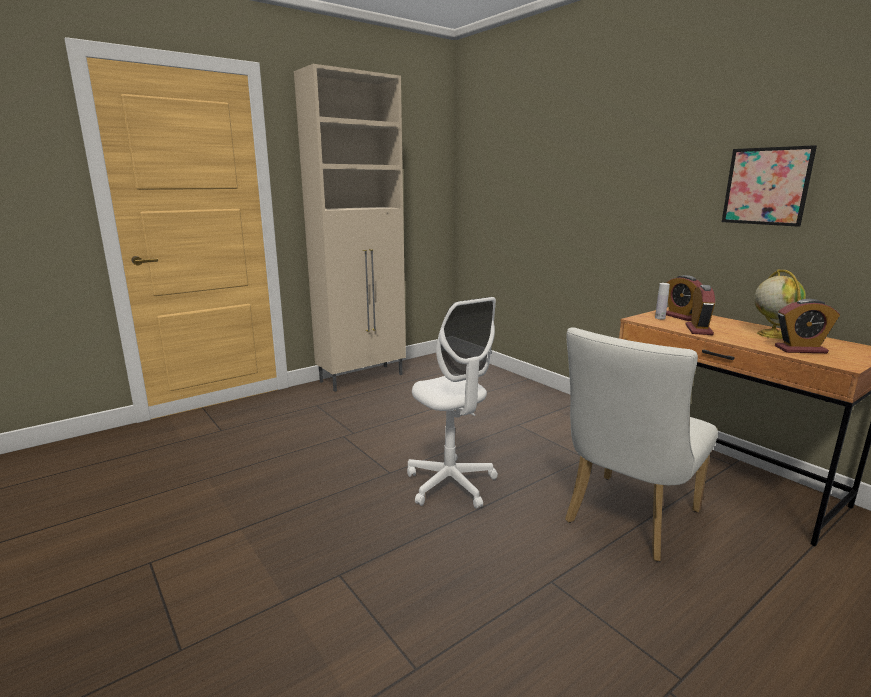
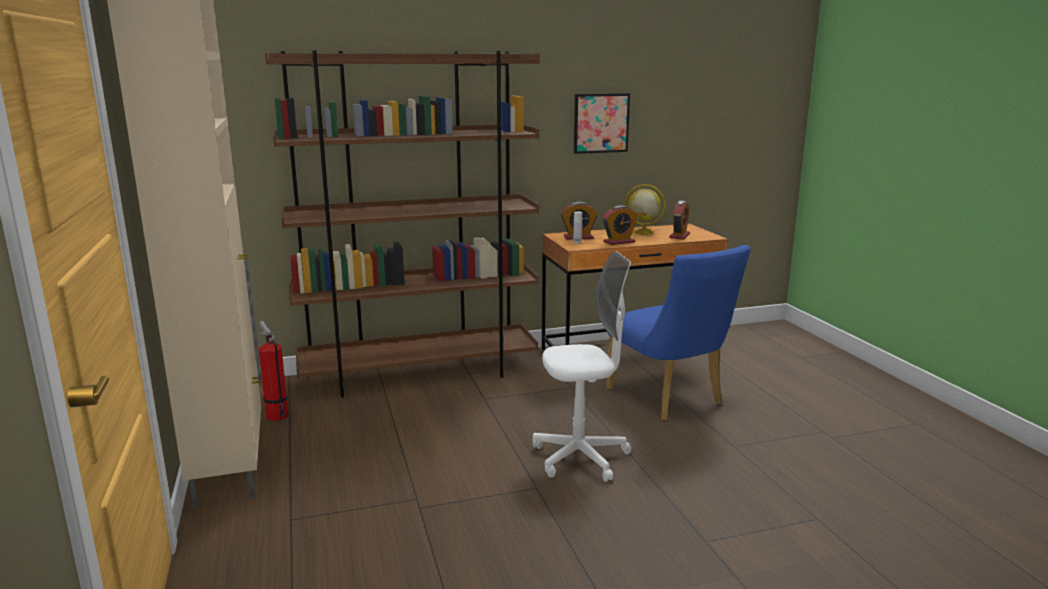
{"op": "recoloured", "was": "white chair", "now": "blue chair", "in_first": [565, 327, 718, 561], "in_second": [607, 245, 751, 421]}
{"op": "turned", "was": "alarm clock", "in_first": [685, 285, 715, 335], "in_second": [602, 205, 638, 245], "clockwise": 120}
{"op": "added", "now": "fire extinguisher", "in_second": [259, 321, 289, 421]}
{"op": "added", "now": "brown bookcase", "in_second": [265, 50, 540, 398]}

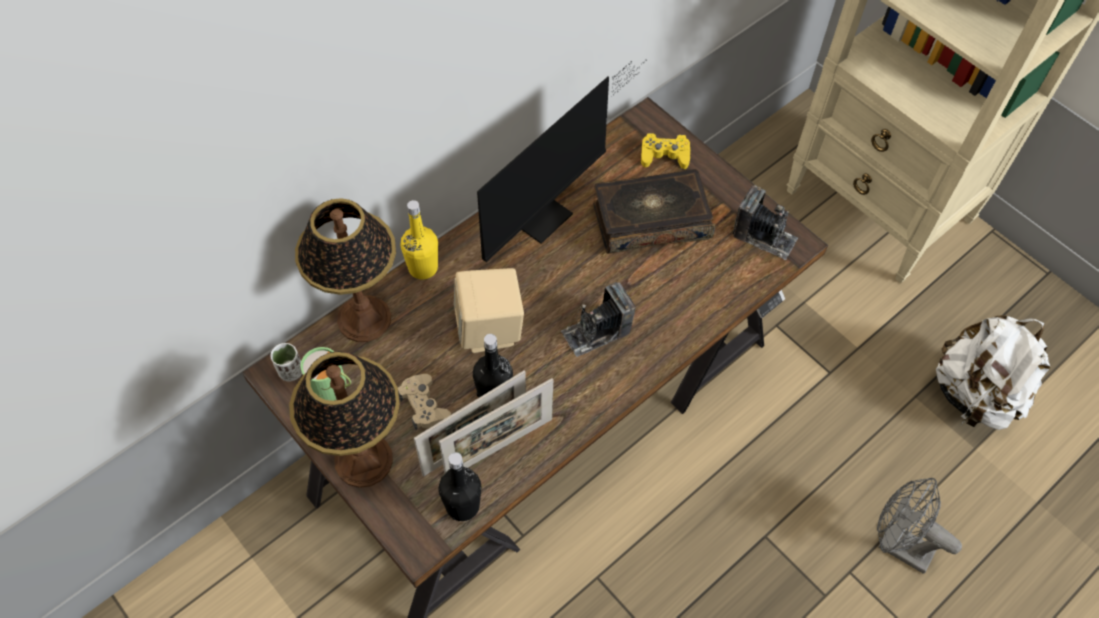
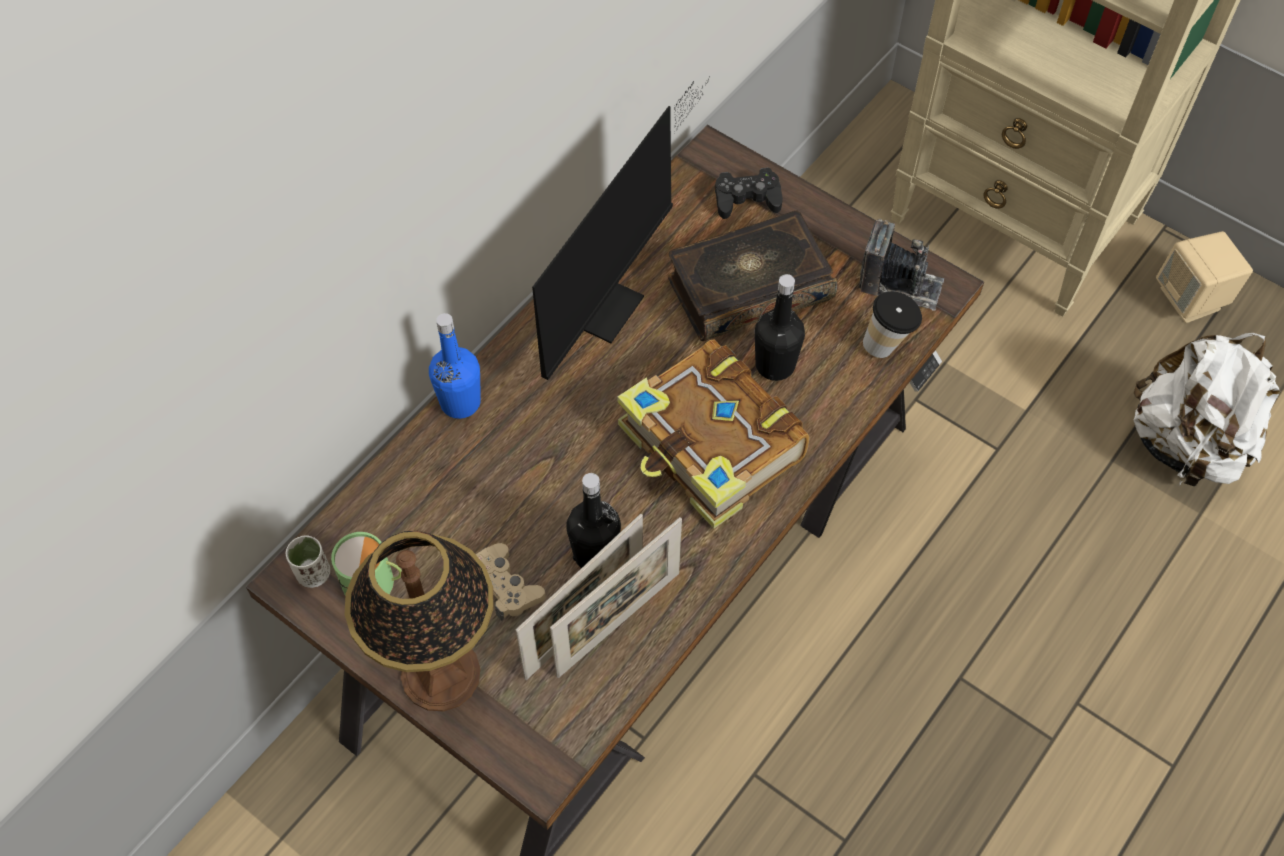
{"op": "removed", "was": "table lamp", "in_first": [295, 198, 396, 342]}
{"op": "recoloured", "was": "yellow bottle", "now": "blue bottle", "in_first": [401, 200, 438, 280], "in_second": [429, 313, 481, 419]}
{"op": "moved", "was": "black bottle", "in_first": [439, 452, 481, 521], "in_second": [755, 274, 805, 381]}
{"op": "moved", "was": "beige speaker", "in_first": [454, 268, 524, 353], "in_second": [1156, 231, 1253, 323]}
{"op": "replaced", "was": "photo camera", "now": "book", "in_first": [560, 282, 635, 357], "in_second": [617, 339, 809, 529]}
{"op": "recoloured", "was": "yellow game controller", "now": "black game controller", "in_first": [641, 133, 690, 169], "in_second": [715, 167, 783, 219]}
{"op": "removed", "was": "grey fan", "in_first": [877, 478, 962, 574]}
{"op": "added", "now": "cup", "in_second": [863, 291, 922, 358]}

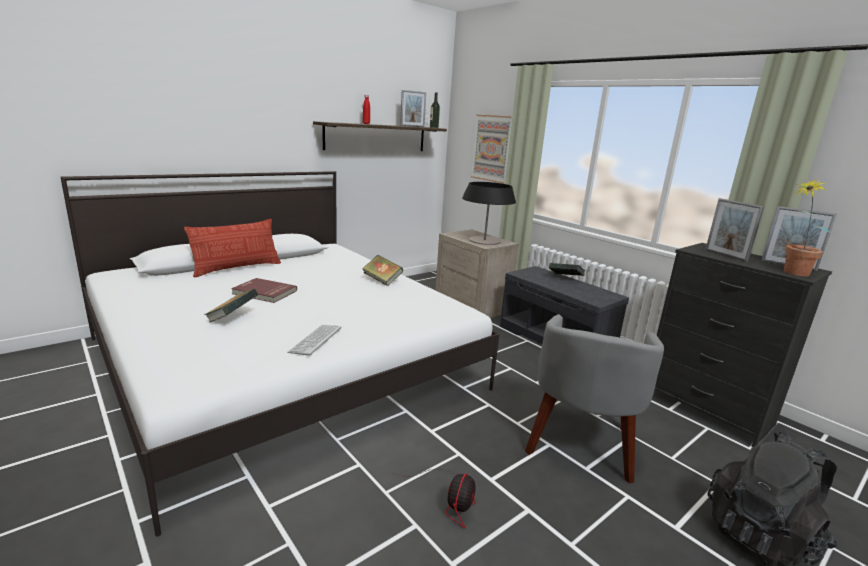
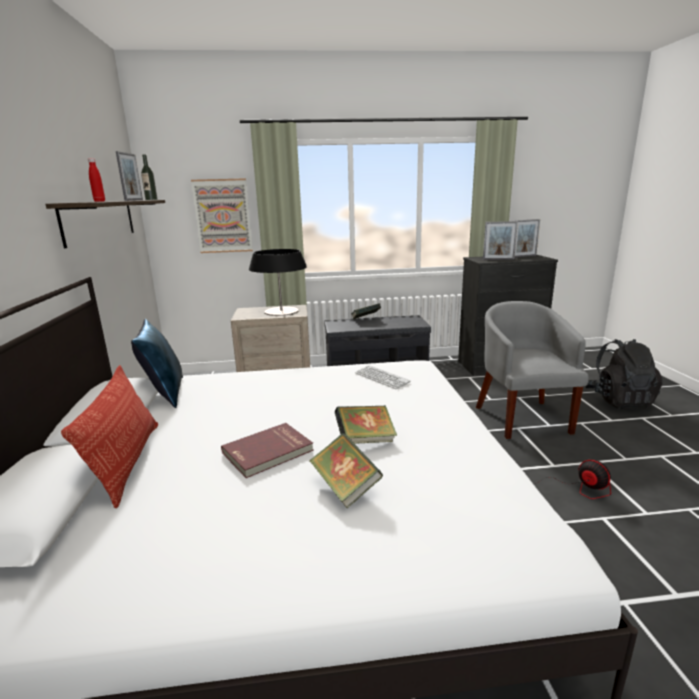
{"op": "moved", "was": "keyboard", "in_first": [287, 325, 341, 356], "in_second": [355, 365, 411, 389]}
{"op": "moved", "was": "book", "in_first": [362, 255, 403, 286], "in_second": [335, 405, 397, 444]}
{"op": "turned", "was": "grey armchair", "in_first": [525, 314, 664, 484], "in_second": [476, 301, 589, 439], "clockwise": -150}
{"op": "removed", "was": "potted plant", "in_first": [783, 179, 831, 276]}
{"op": "added", "now": "blue pillow", "in_second": [131, 319, 183, 408]}

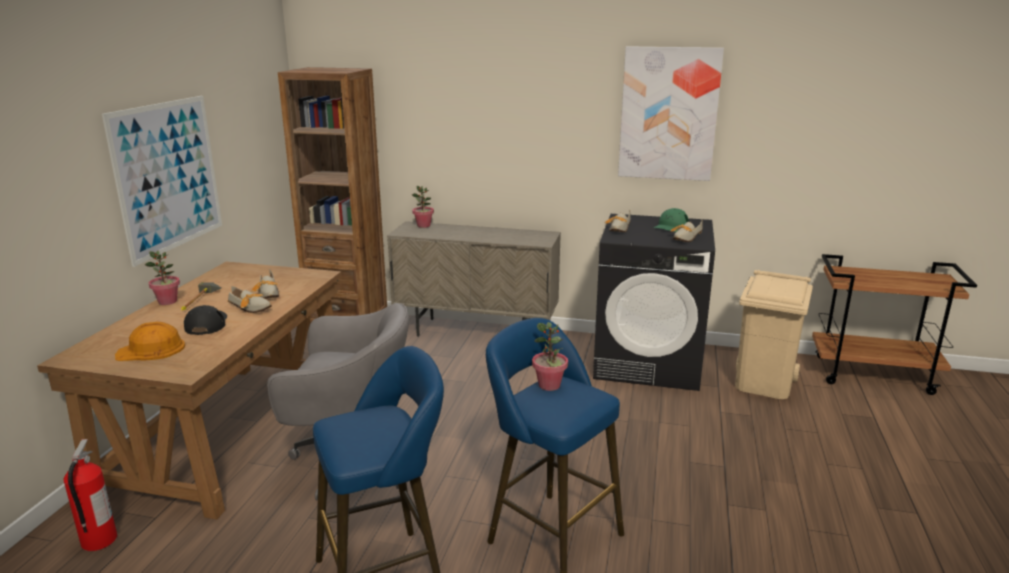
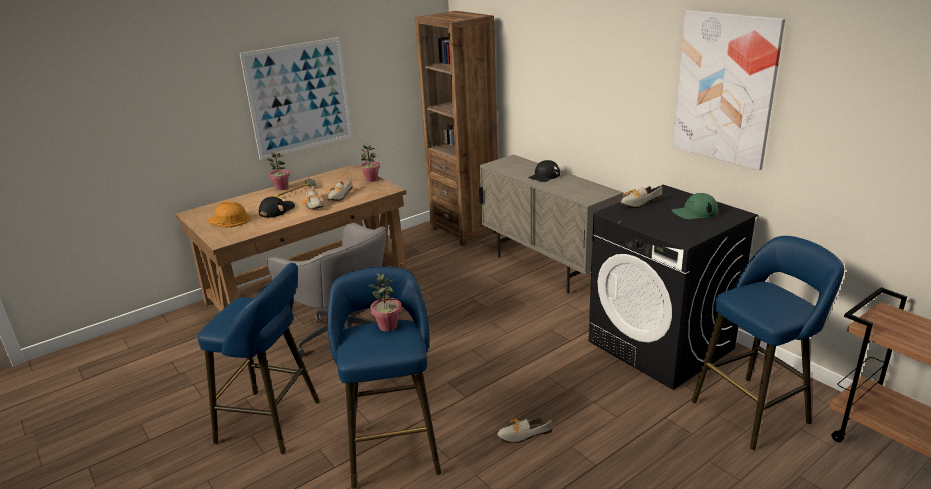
{"op": "removed", "was": "fire extinguisher", "in_first": [63, 439, 117, 551]}
{"op": "moved", "was": "potted plant", "in_first": [412, 186, 434, 228], "in_second": [360, 143, 380, 182]}
{"op": "moved", "was": "shoe", "in_first": [670, 221, 703, 242], "in_second": [497, 417, 553, 443]}
{"op": "replaced", "was": "beige trash can", "now": "blue stool", "in_first": [735, 270, 813, 399], "in_second": [692, 236, 844, 450]}
{"op": "added", "now": "black cap", "in_second": [528, 160, 560, 182]}

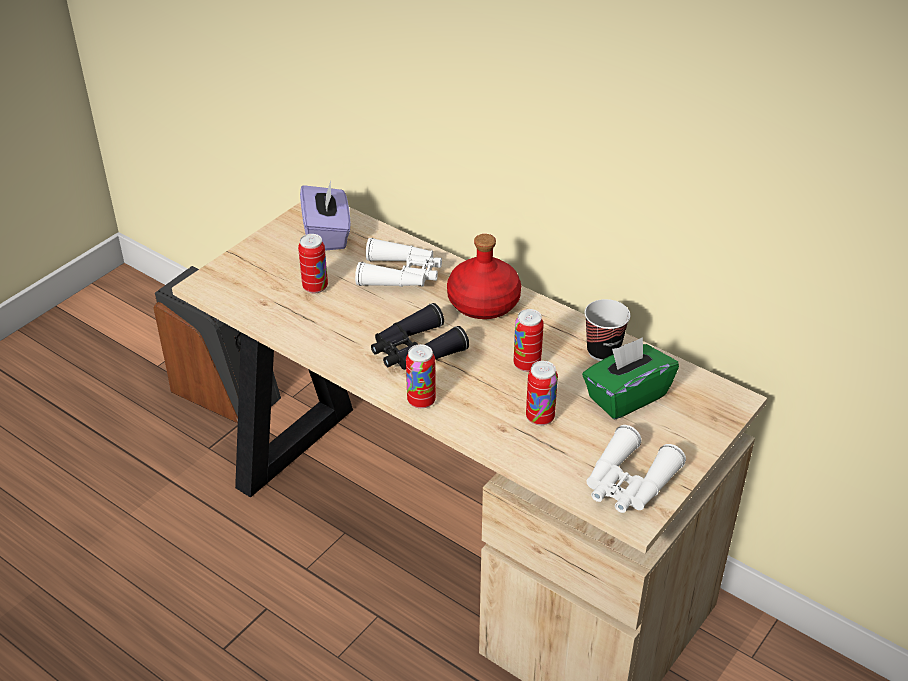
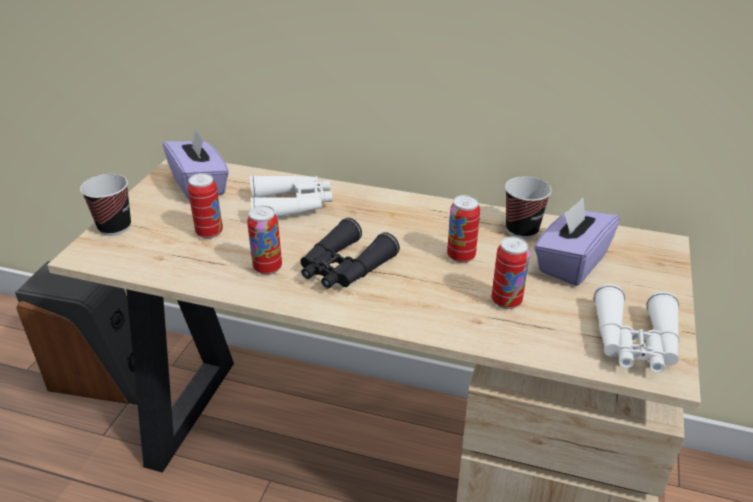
{"op": "moved", "was": "can", "in_first": [406, 344, 436, 409], "in_second": [247, 206, 282, 275]}
{"op": "removed", "was": "red bottle", "in_first": [447, 234, 521, 319]}
{"op": "recoloured", "was": "green tissue box", "now": "purple tissue box", "in_first": [582, 337, 679, 419], "in_second": [534, 198, 620, 286]}
{"op": "added", "now": "cup", "in_second": [80, 174, 131, 236]}

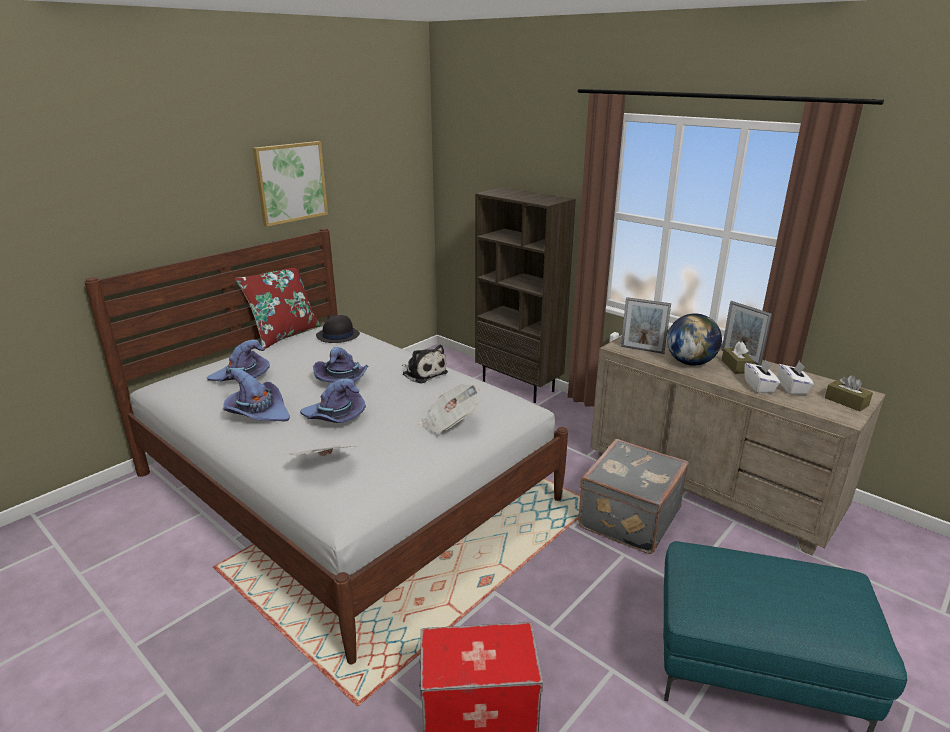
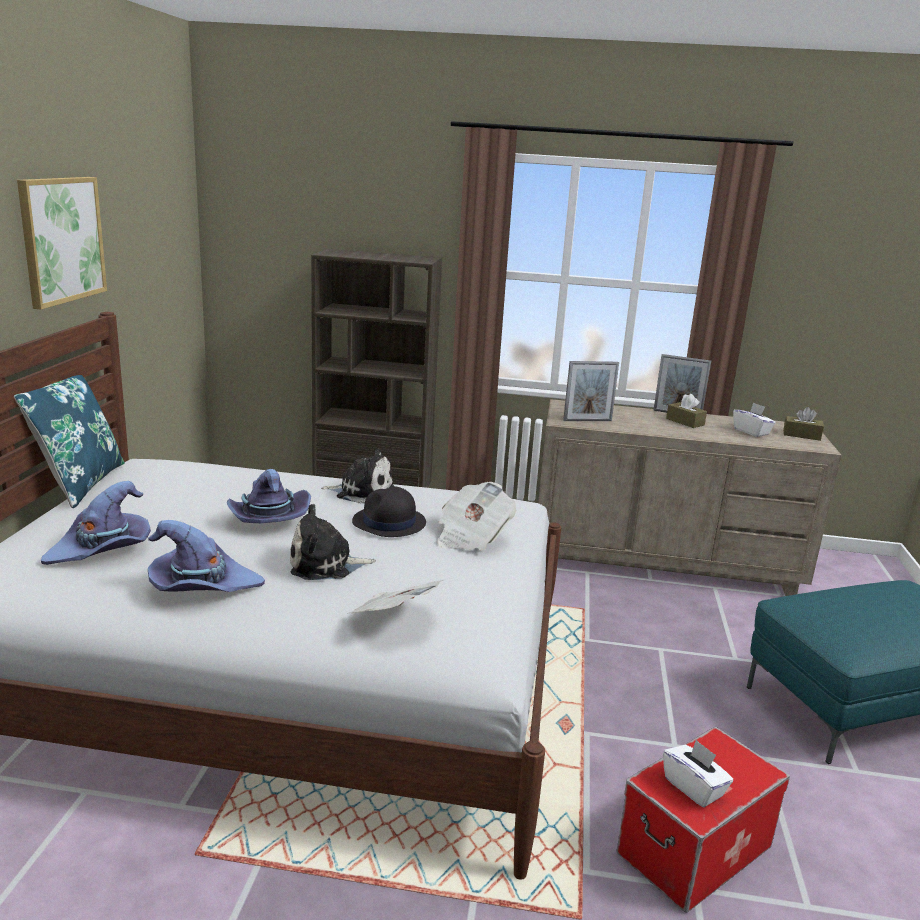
{"op": "recoloured", "was": "red pillow", "now": "blue pillow", "in_first": [235, 268, 321, 349], "in_second": [14, 375, 125, 508]}
{"op": "replaced", "was": "purple hat", "now": "plush toy", "in_first": [300, 379, 366, 423], "in_second": [290, 504, 376, 580]}
{"op": "moved", "was": "black hat", "in_first": [316, 315, 360, 343], "in_second": [352, 486, 426, 537]}
{"op": "removed", "was": "grey suitcase", "in_first": [578, 439, 689, 554]}
{"op": "removed", "was": "globe", "in_first": [667, 314, 722, 366]}
{"op": "moved", "was": "white tissue box", "in_first": [744, 359, 780, 393], "in_second": [663, 740, 733, 808]}

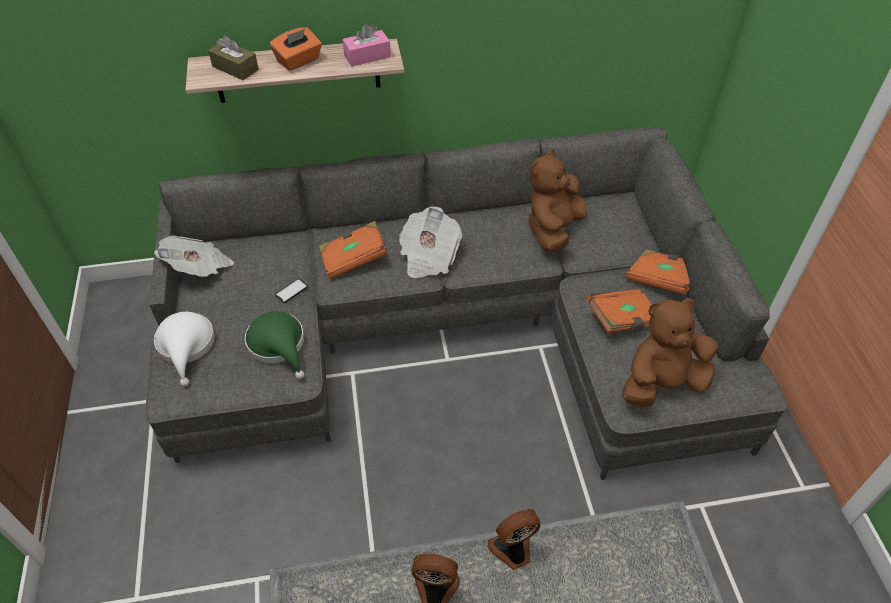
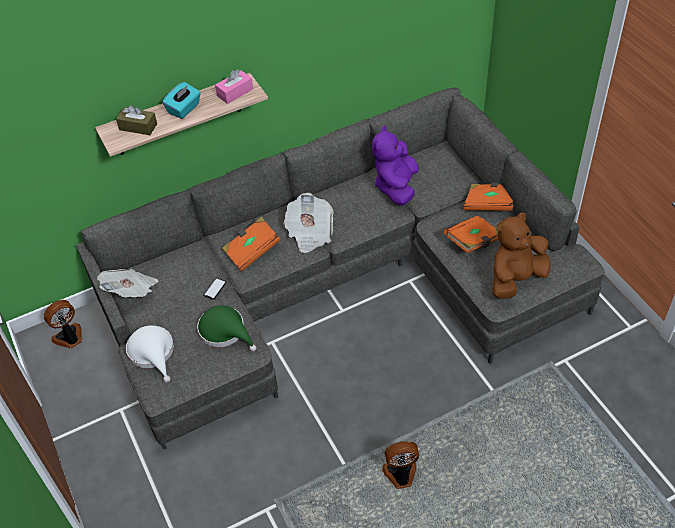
{"op": "recoloured", "was": "orange tissue box", "now": "turquoise tissue box", "in_first": [270, 27, 322, 71], "in_second": [162, 82, 201, 119]}
{"op": "moved", "was": "fan", "in_first": [488, 509, 541, 570], "in_second": [44, 300, 82, 349]}
{"op": "recoloured", "was": "brown plush toy", "now": "purple plush toy", "in_first": [528, 149, 587, 253], "in_second": [372, 126, 419, 206]}

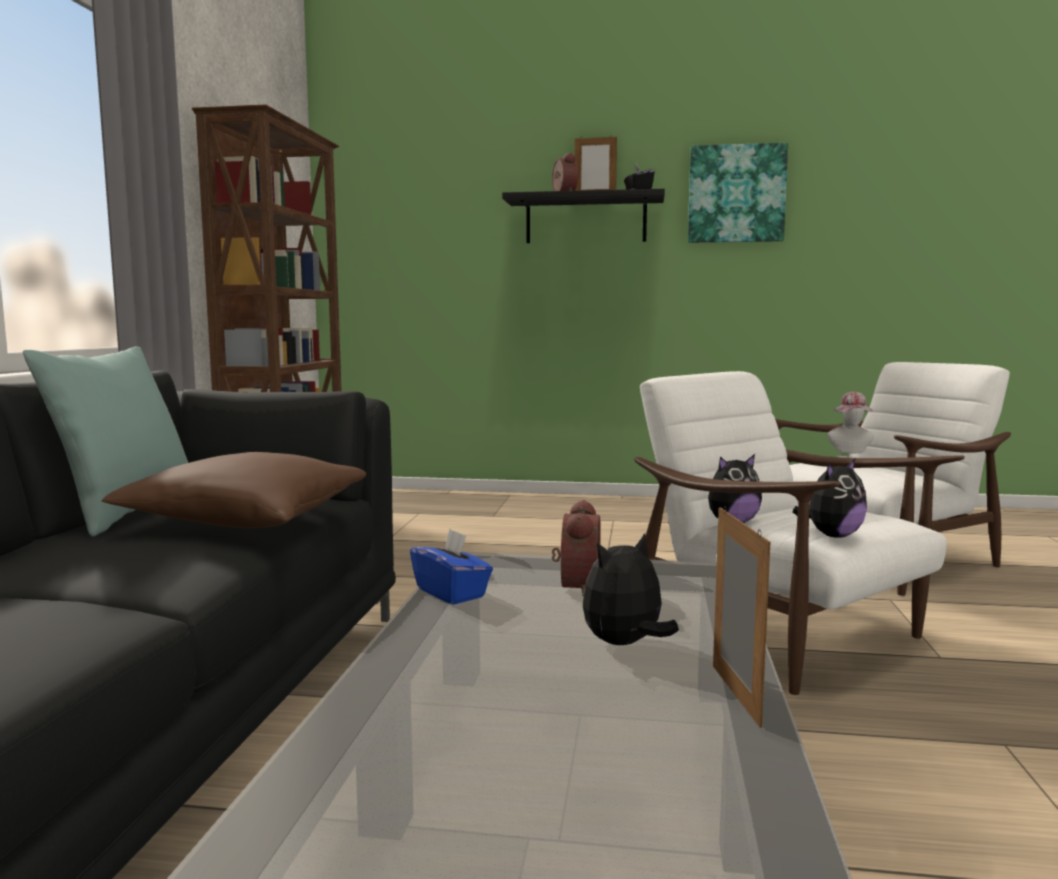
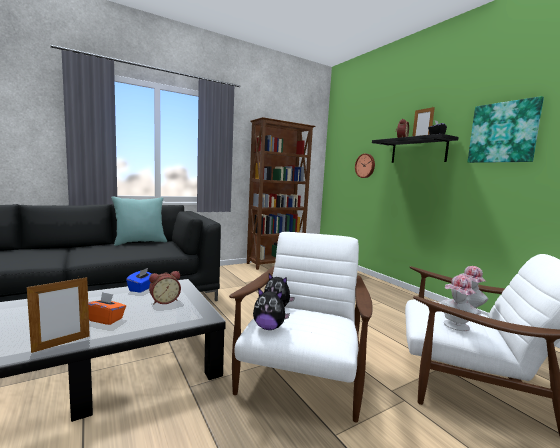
{"op": "removed", "was": "brown pillow", "in_first": [101, 452, 366, 528]}
{"op": "replaced", "was": "plush toy", "now": "orange tissue box", "in_first": [583, 533, 679, 645], "in_second": [88, 292, 126, 325]}
{"op": "added", "now": "wall clock", "in_second": [355, 154, 375, 178]}
{"op": "added", "now": "hat", "in_second": [441, 275, 478, 331]}

